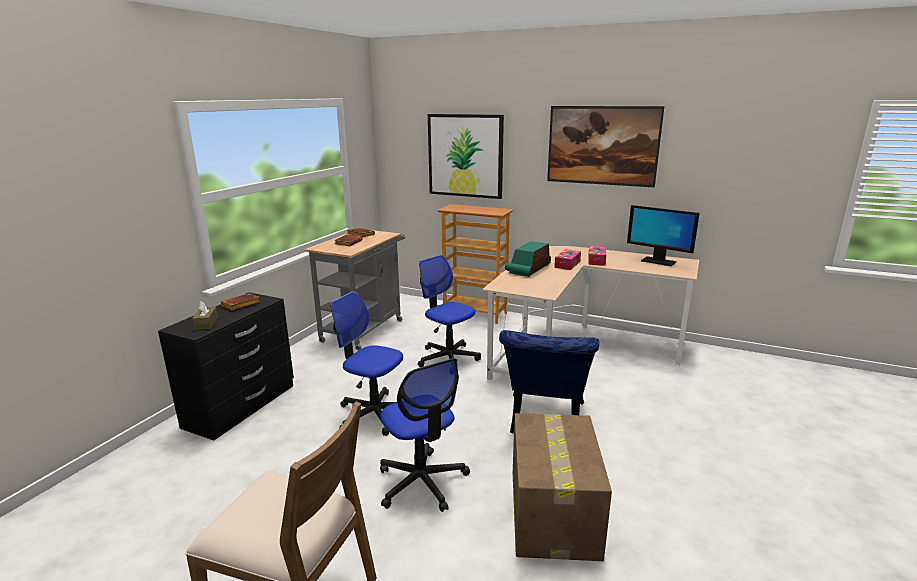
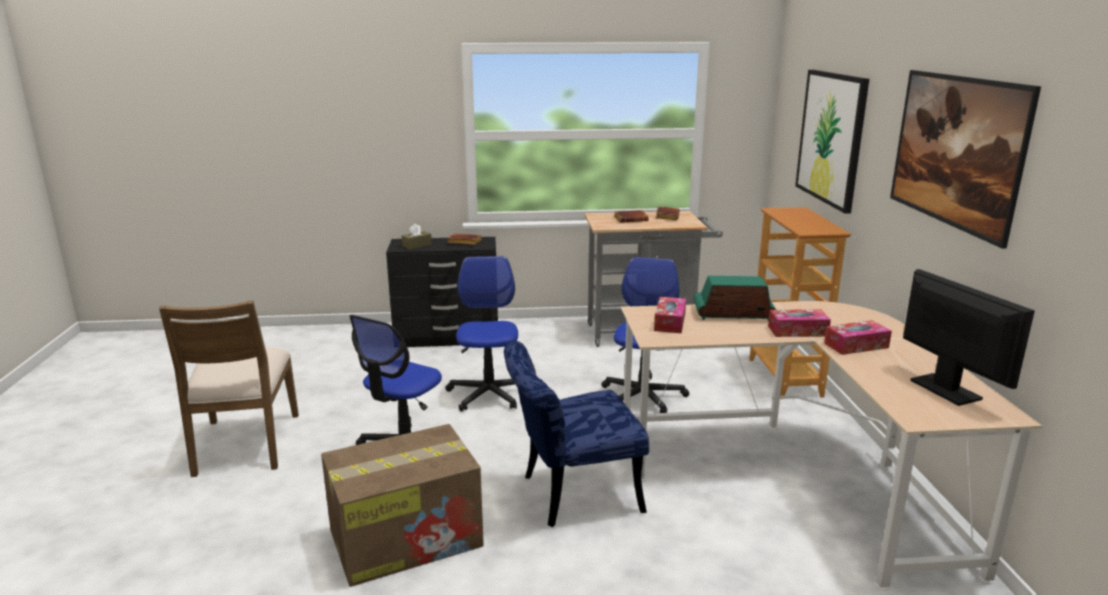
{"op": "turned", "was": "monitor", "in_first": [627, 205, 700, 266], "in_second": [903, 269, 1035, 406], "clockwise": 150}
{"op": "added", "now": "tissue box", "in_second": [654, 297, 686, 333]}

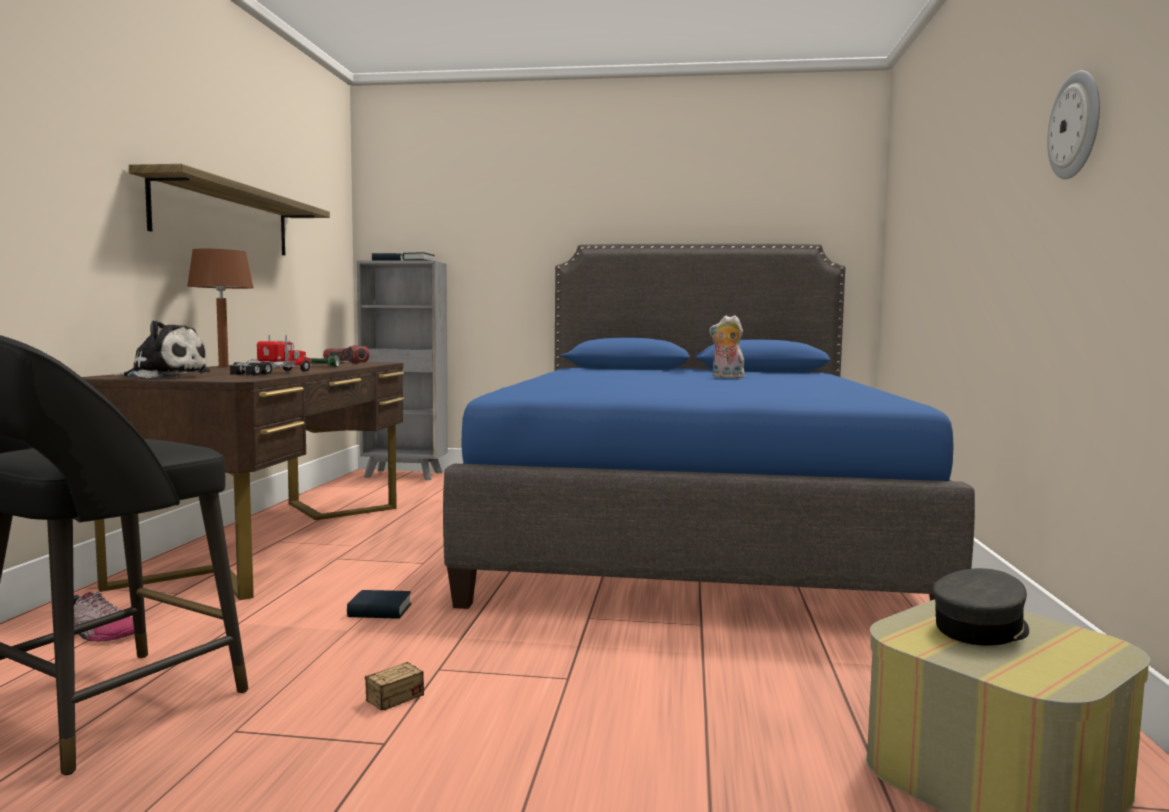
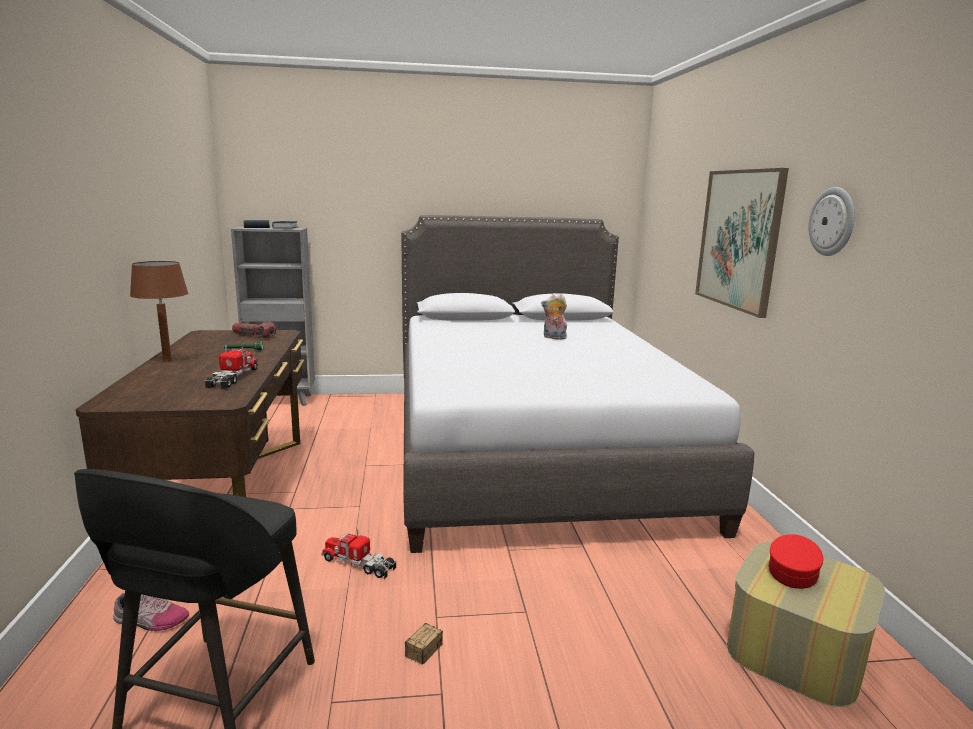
{"op": "removed", "was": "plush toy", "in_first": [114, 320, 211, 378]}
{"op": "removed", "was": "shelf", "in_first": [129, 164, 330, 255]}
{"op": "replaced", "was": "book", "now": "toy truck", "in_first": [347, 590, 411, 619], "in_second": [321, 529, 396, 579]}
{"op": "recoloured", "was": "blue bed", "now": "grey bed", "in_first": [443, 243, 975, 609], "in_second": [401, 215, 754, 553]}
{"op": "recoloured", "was": "grey cap", "now": "red cap", "in_first": [933, 568, 1029, 646], "in_second": [768, 534, 824, 589]}
{"op": "added", "now": "picture", "in_second": [695, 168, 789, 318]}

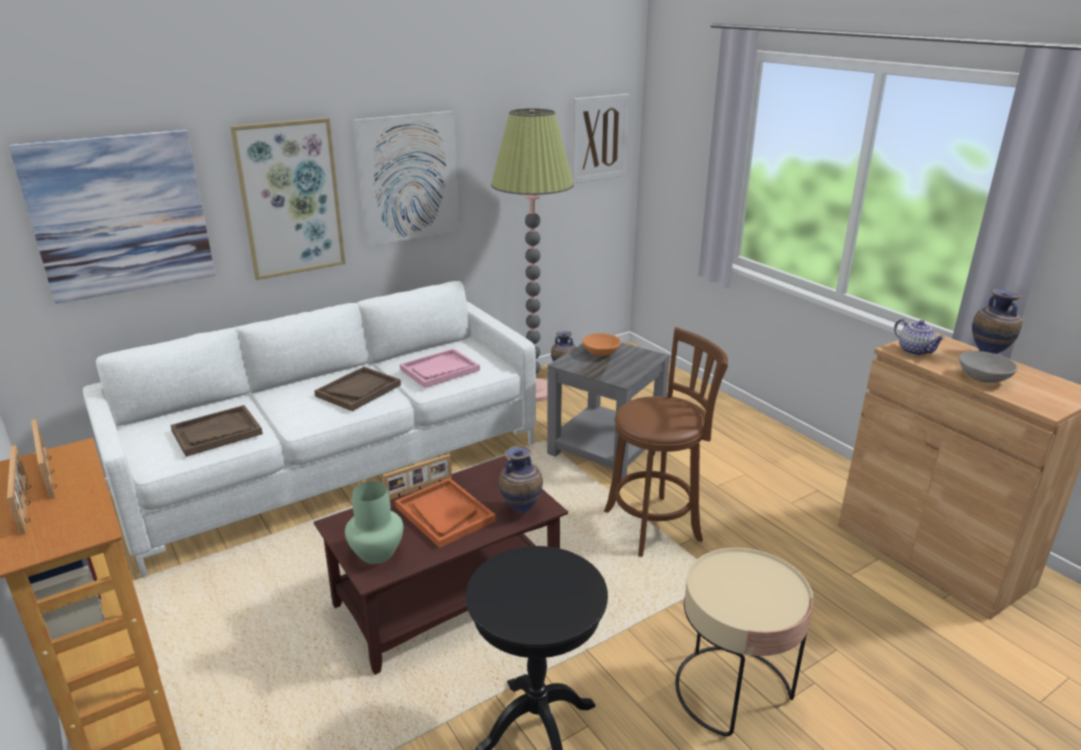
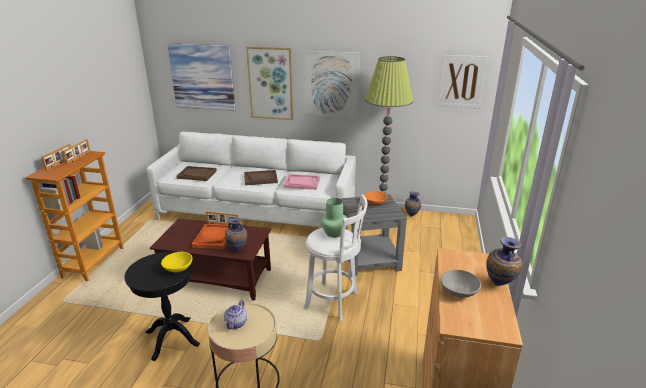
{"op": "moved", "was": "green vase", "in_first": [345, 481, 403, 564], "in_second": [321, 198, 347, 238]}
{"op": "recoloured", "was": "brown stool", "now": "white stool", "in_first": [604, 327, 728, 557], "in_second": [304, 194, 368, 321]}
{"op": "moved", "was": "teapot", "in_first": [894, 319, 945, 356], "in_second": [224, 300, 247, 329]}
{"op": "added", "now": "yellow bowl", "in_second": [161, 252, 192, 272]}

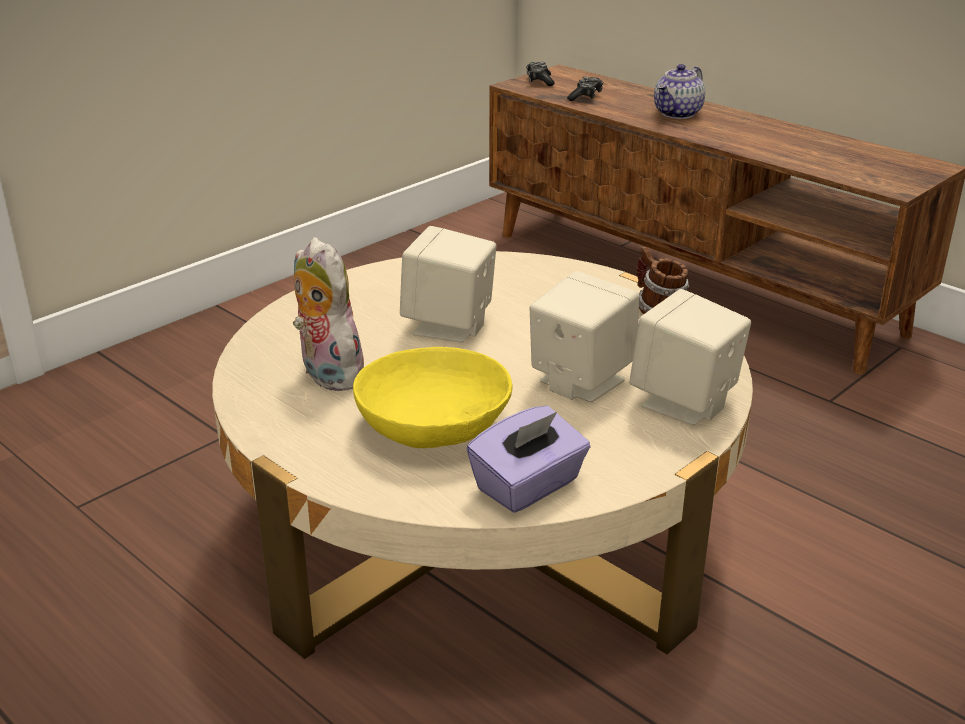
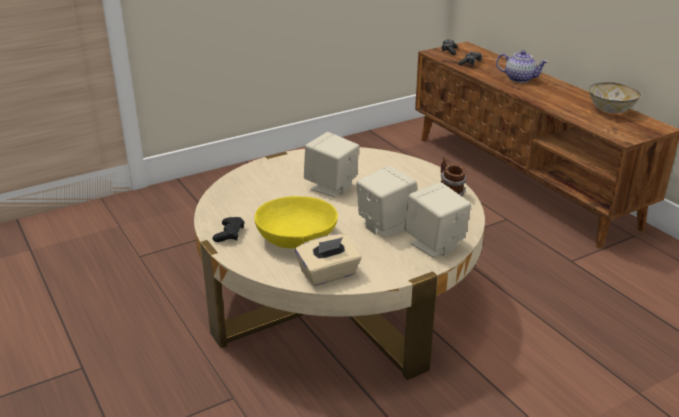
{"op": "removed", "was": "plush toy", "in_first": [293, 237, 364, 391]}
{"op": "recoloured", "was": "purple tissue box", "now": "beige tissue box", "in_first": [466, 406, 591, 513], "in_second": [295, 234, 361, 286]}
{"op": "turned", "was": "teapot", "in_first": [654, 64, 705, 119], "in_second": [496, 50, 548, 83], "clockwise": -120}
{"op": "added", "now": "black game controller", "in_second": [213, 217, 244, 242]}
{"op": "added", "now": "bowl", "in_second": [589, 82, 641, 114]}

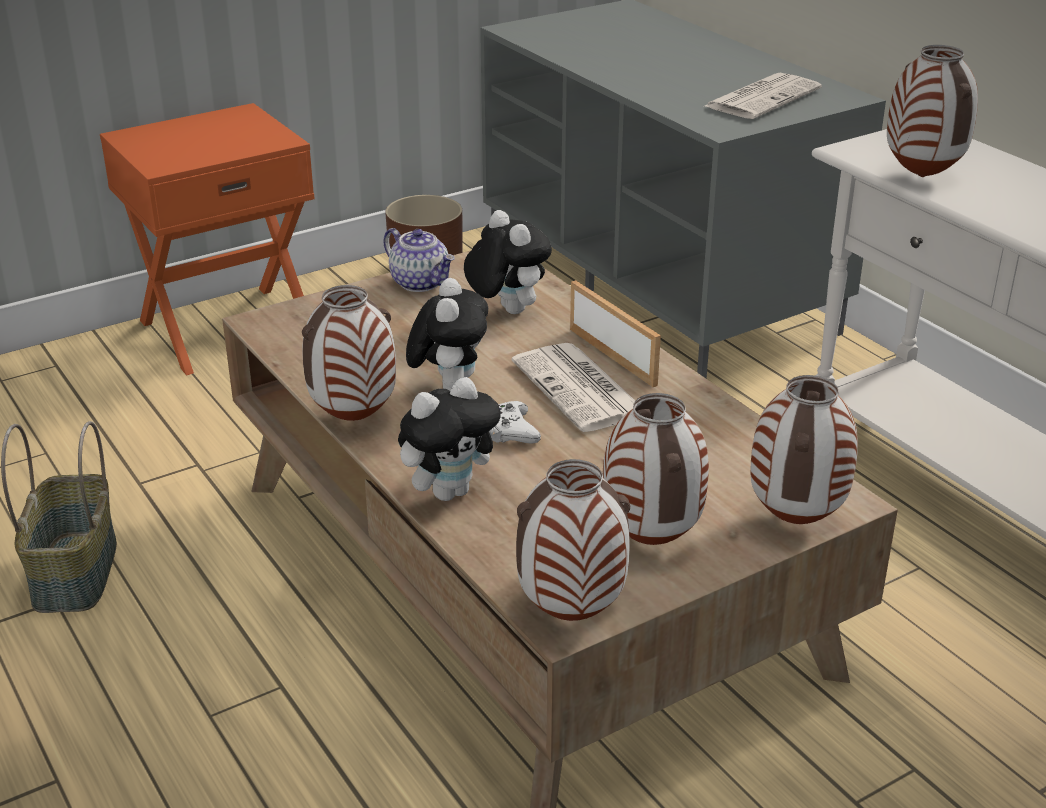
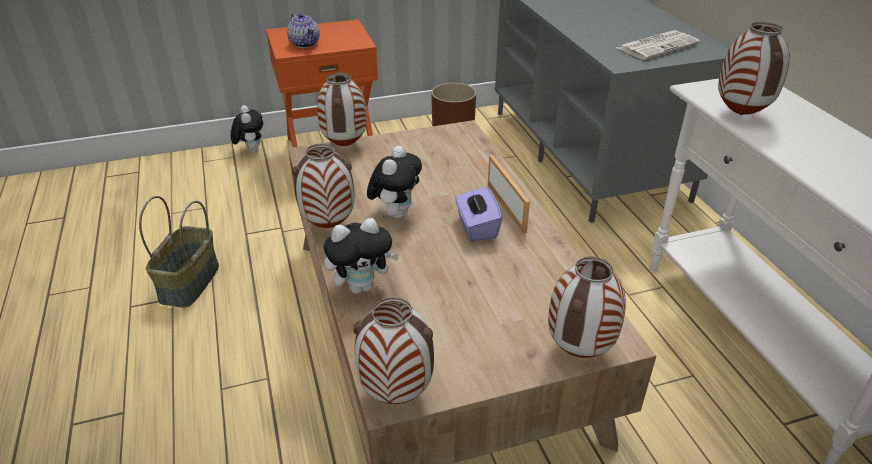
{"op": "moved", "was": "teapot", "in_first": [383, 228, 455, 292], "in_second": [287, 13, 320, 48]}
{"op": "moved", "was": "plush toy", "in_first": [464, 210, 552, 314], "in_second": [231, 105, 263, 153]}
{"op": "removed", "was": "white game controller", "in_first": [493, 401, 541, 444]}
{"op": "replaced", "was": "newspaper", "now": "purple tissue box", "in_first": [512, 343, 635, 432], "in_second": [455, 185, 502, 242]}
{"op": "moved", "was": "vase", "in_first": [602, 393, 709, 545], "in_second": [317, 73, 367, 146]}

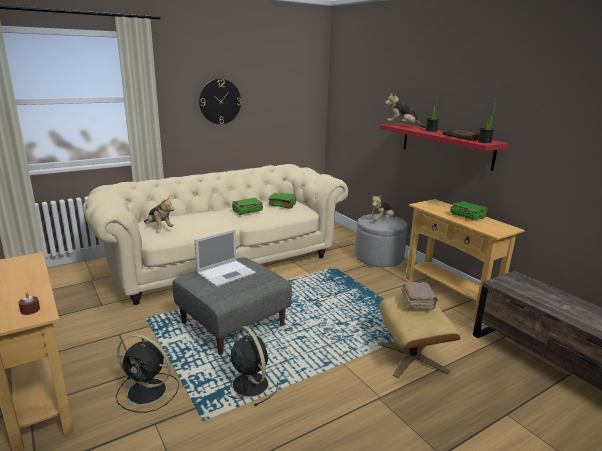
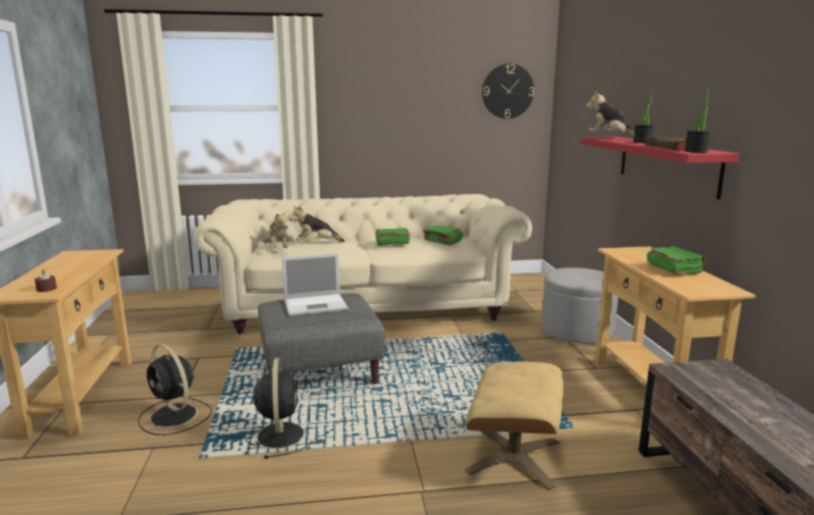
{"op": "moved", "was": "wall clock", "in_first": [199, 79, 241, 124], "in_second": [482, 64, 534, 119]}
{"op": "moved", "was": "plush toy", "in_first": [368, 195, 396, 221], "in_second": [290, 205, 345, 242]}
{"op": "removed", "was": "brown book", "in_first": [401, 282, 438, 310]}

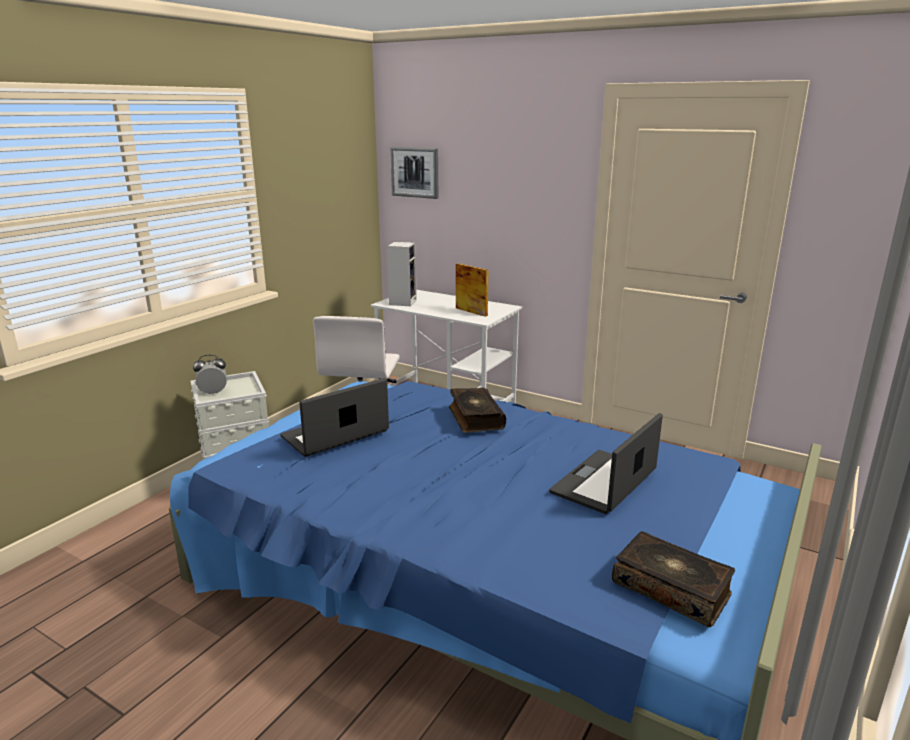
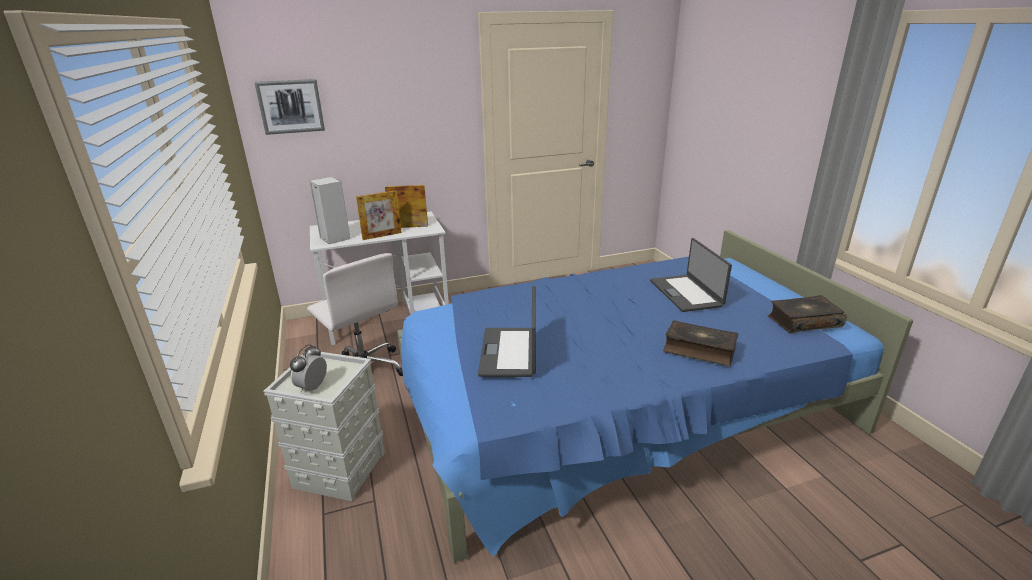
{"op": "moved", "was": "book", "in_first": [449, 388, 506, 433], "in_second": [663, 320, 739, 366]}
{"op": "added", "now": "picture frame", "in_second": [356, 190, 402, 240]}

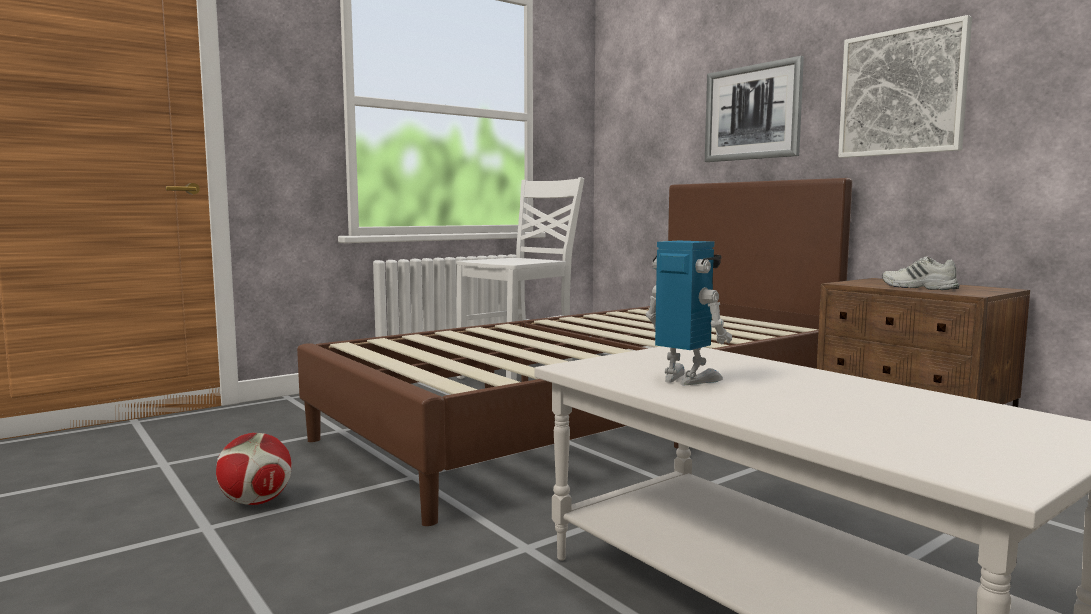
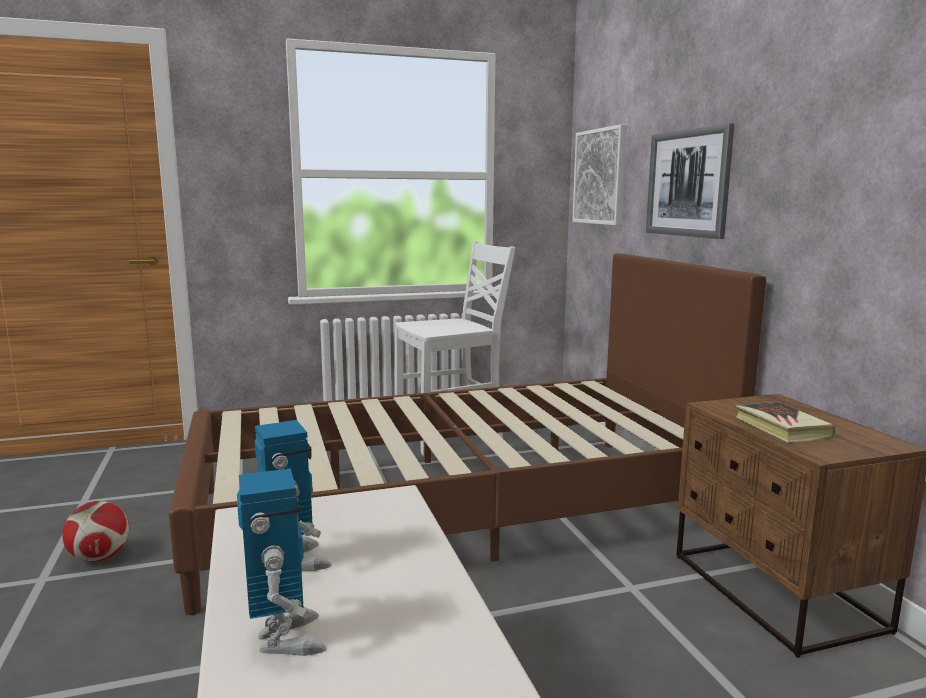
{"op": "moved", "was": "picture", "in_first": [838, 15, 972, 158], "in_second": [572, 124, 627, 225]}
{"op": "replaced", "was": "white shoe", "now": "book", "in_first": [882, 256, 960, 290], "in_second": [736, 402, 835, 443]}
{"op": "added", "now": "toy robot", "in_second": [237, 469, 327, 656]}

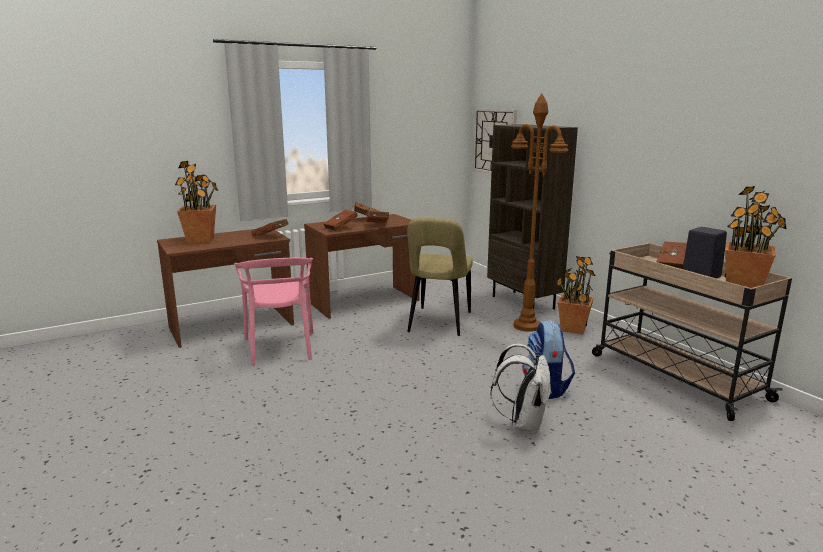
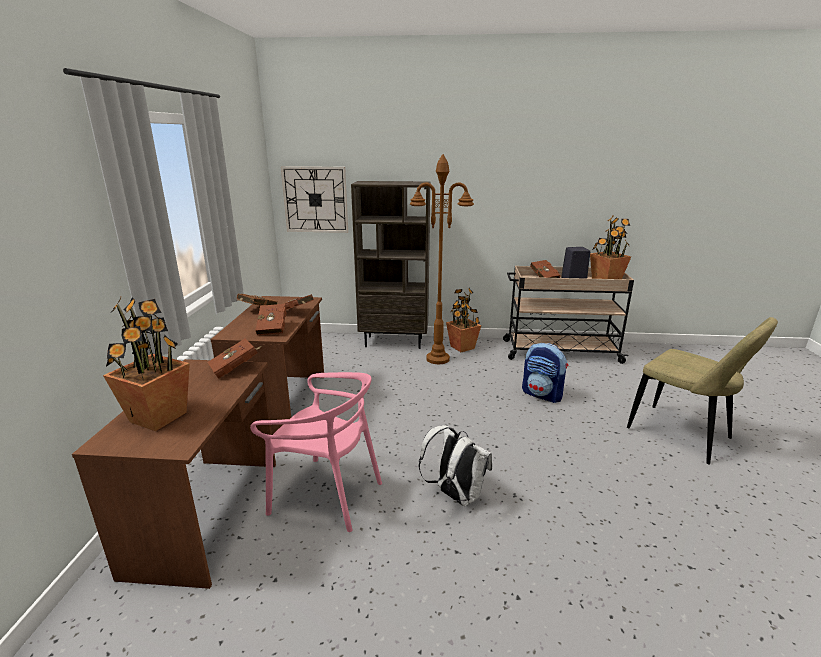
{"op": "moved", "was": "beige chair", "in_first": [407, 218, 473, 336], "in_second": [627, 317, 778, 465]}
{"op": "moved", "was": "white backpack", "in_first": [491, 344, 552, 433], "in_second": [419, 425, 492, 506]}

